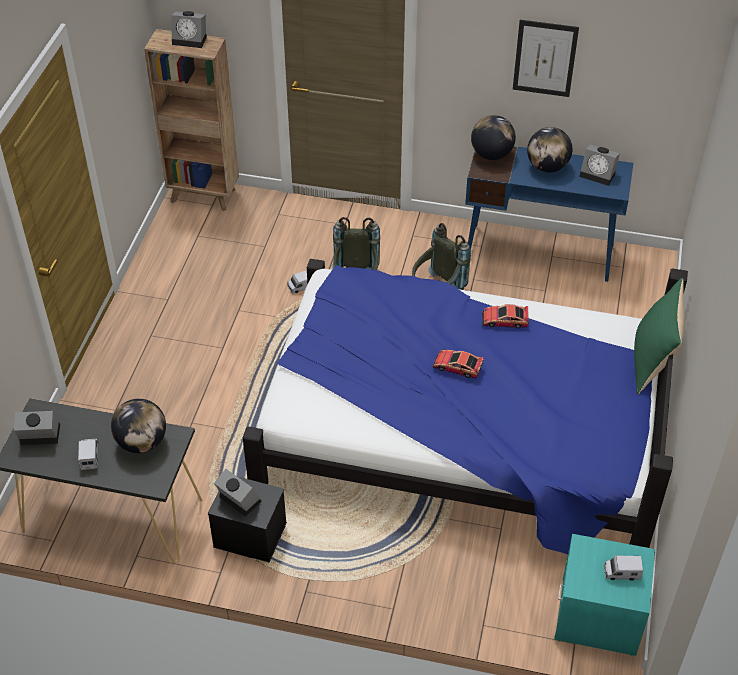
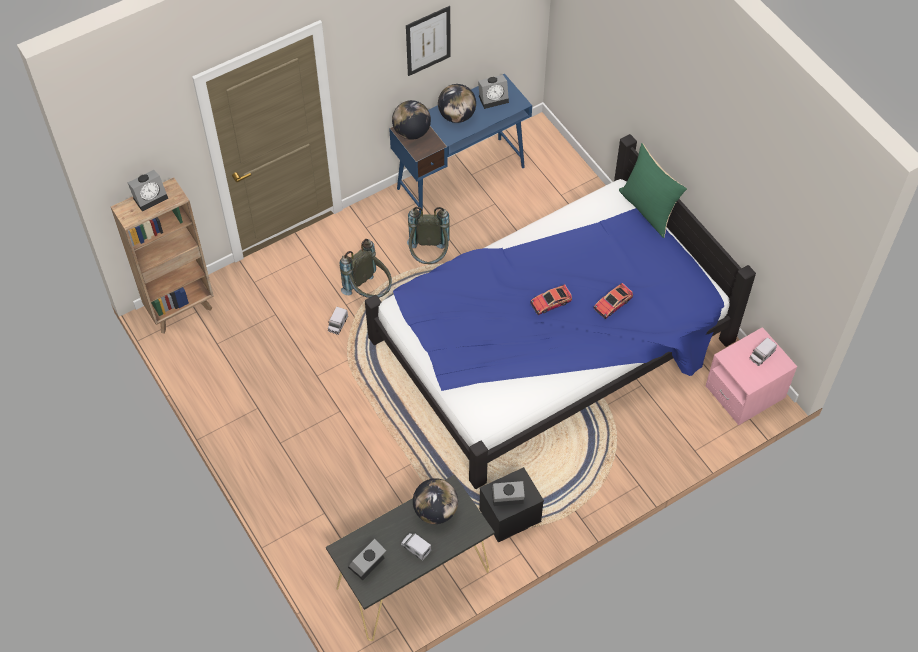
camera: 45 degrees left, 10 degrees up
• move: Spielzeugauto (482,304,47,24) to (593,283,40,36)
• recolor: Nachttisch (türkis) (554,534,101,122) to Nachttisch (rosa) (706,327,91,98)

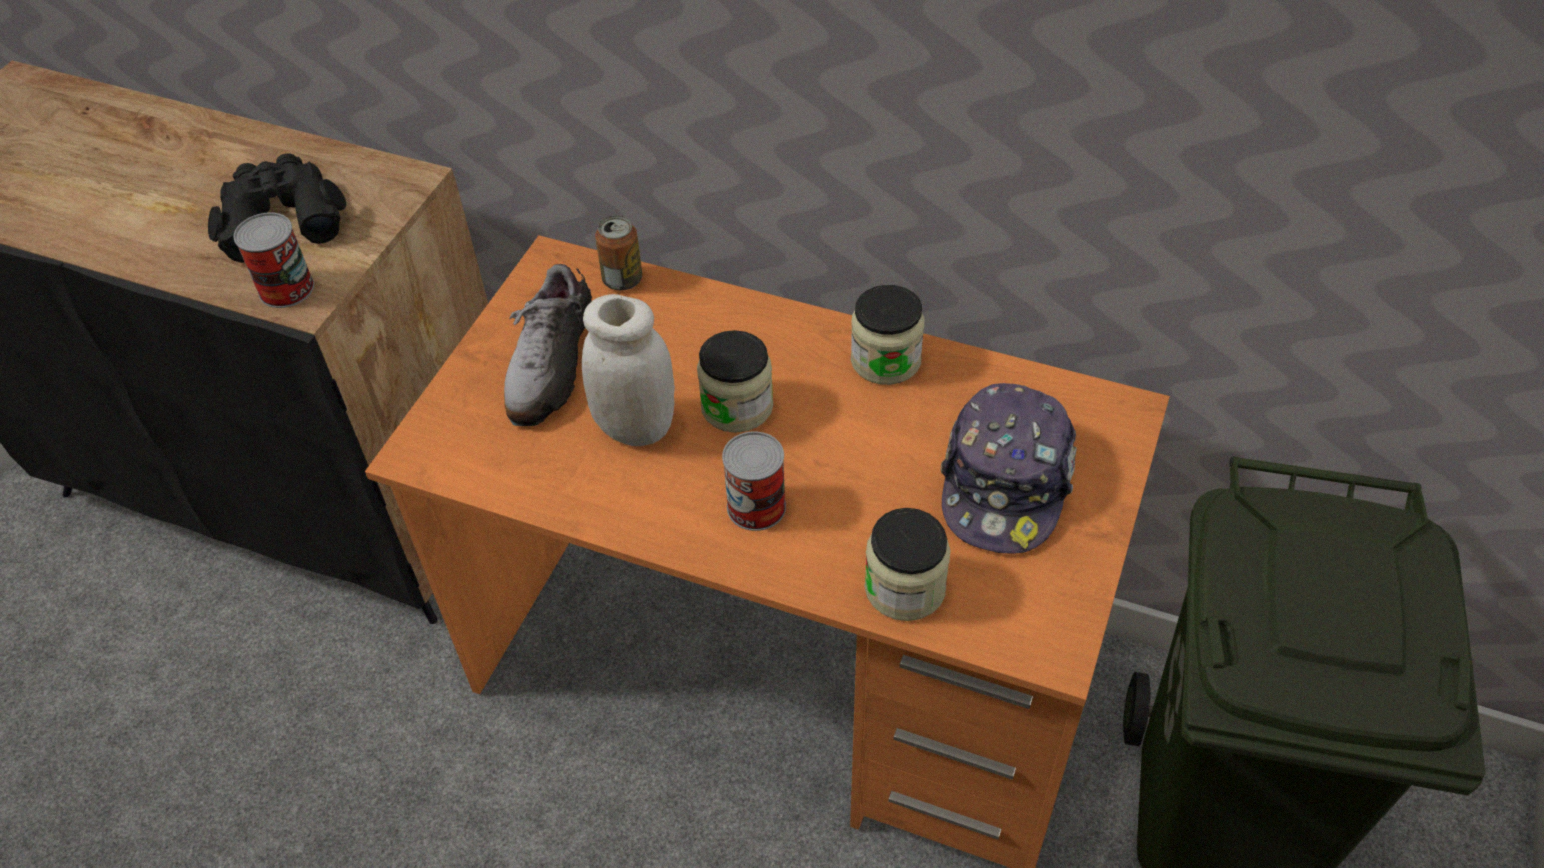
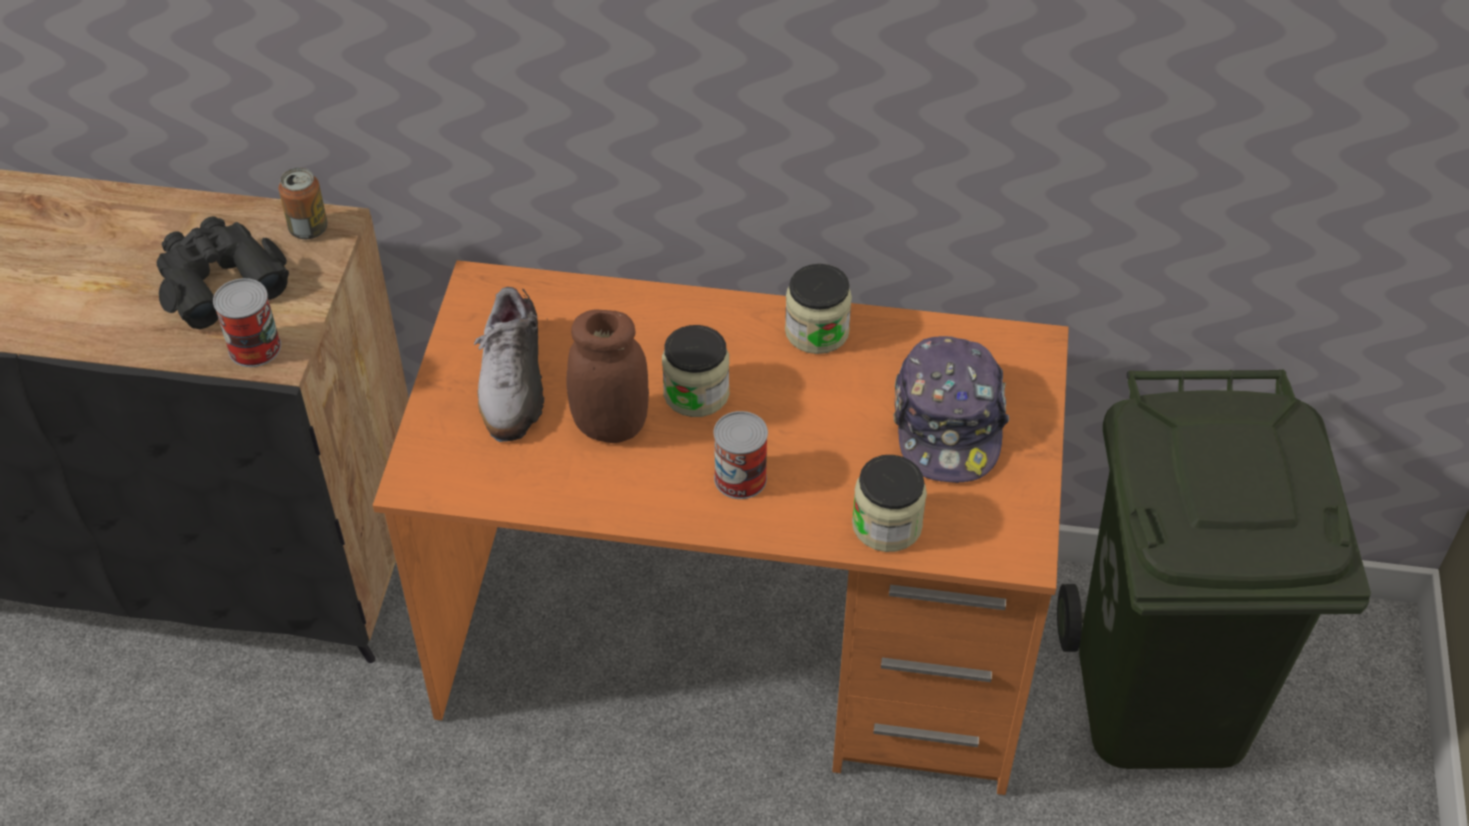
camera: 15 degrees left, 0 degrees up
• move: Dose (595,215,47,75) to (279,168,49,71)
• recolor: Vorratsglas (weiß) (582,294,93,152) to Vorratsglas (braun) (567,309,82,134)

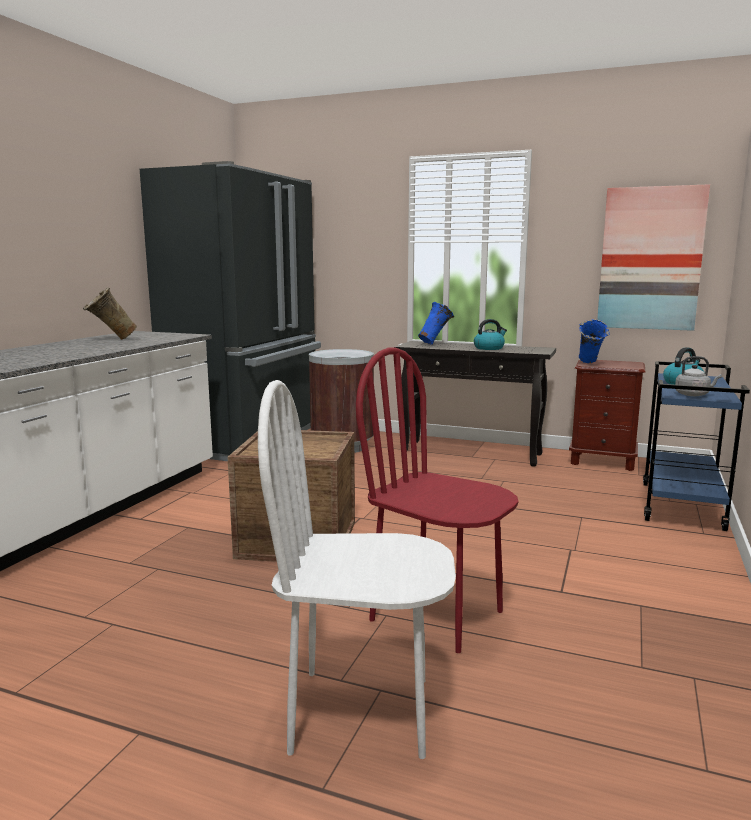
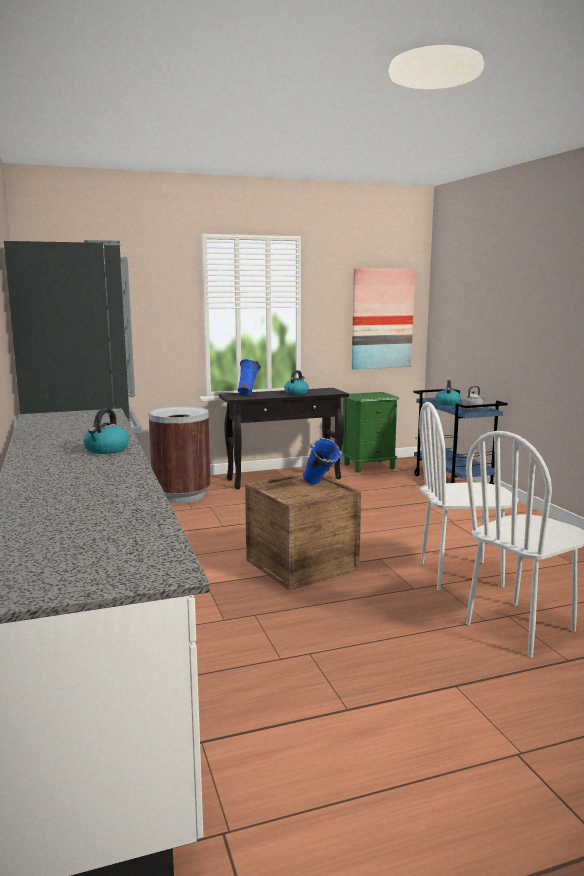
camera: 40 degrees left, 0 degrees up
• insert: Wasserkessel (83,408,46,46)
• move: Vase (blau) (579,319,31,44) to (303,438,40,46)
• recolor: Nachttisch (braun) (569,360,76,111) to Nachttisch (grün) (342,392,57,81)
• recolor: Stuhl (rot) (356,348,163,305) to Stuhl (weiß) (419,402,100,188)
• delete: Vase (beige) (83,288,54,52)

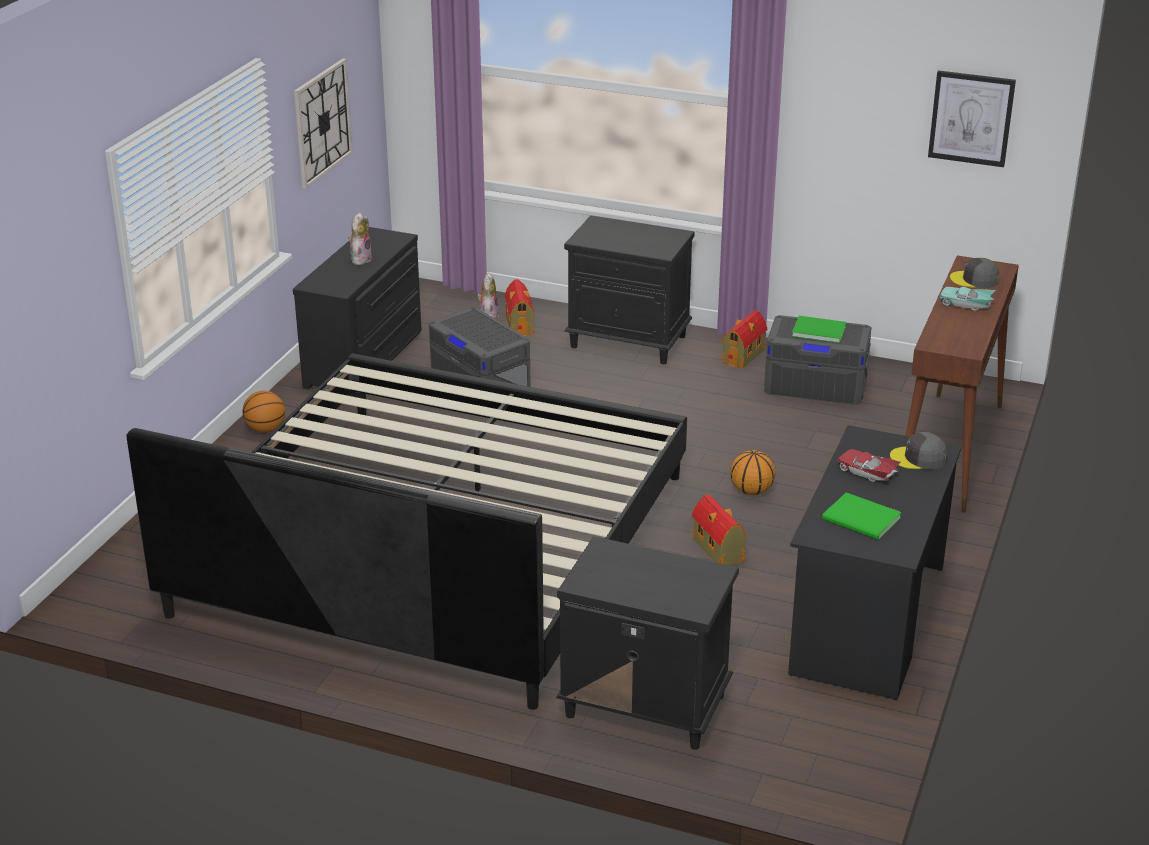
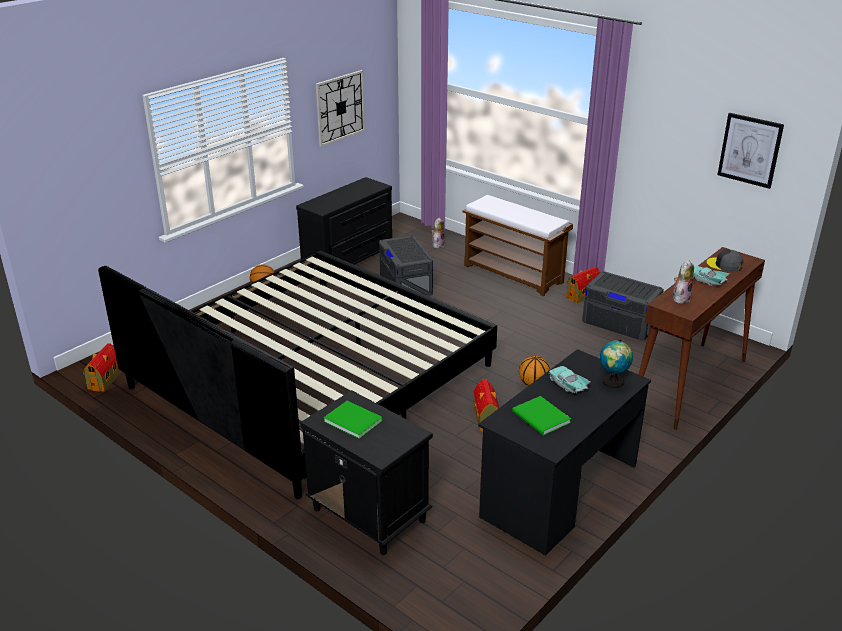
camera: 20 degrees right, 0 degrees up
• move: Spielzeughaus (505,279,30,57) to (83,343,39,49)
• move: Buch (grün) (792,316,54,27) to (323,401,60,38)
• replace: Nachttisch (schwarz) (564,216,130,148) to Bank (braun) (462,195,111,101)
• recolor: Spielzeugauto (rot) (837,449,64,33) to Spielzeugauto (türkis) (549,366,41,27)
• replace: Kappe (grau) (890,432,57,37) to Globus (599,339,34,49)
• move: Plüschtier (348,212,24,53) to (673,260,21,44)

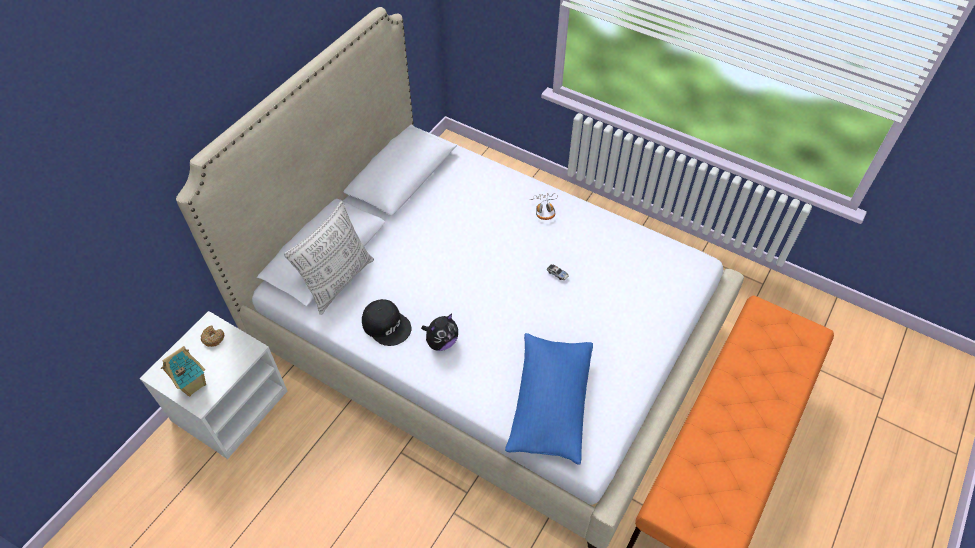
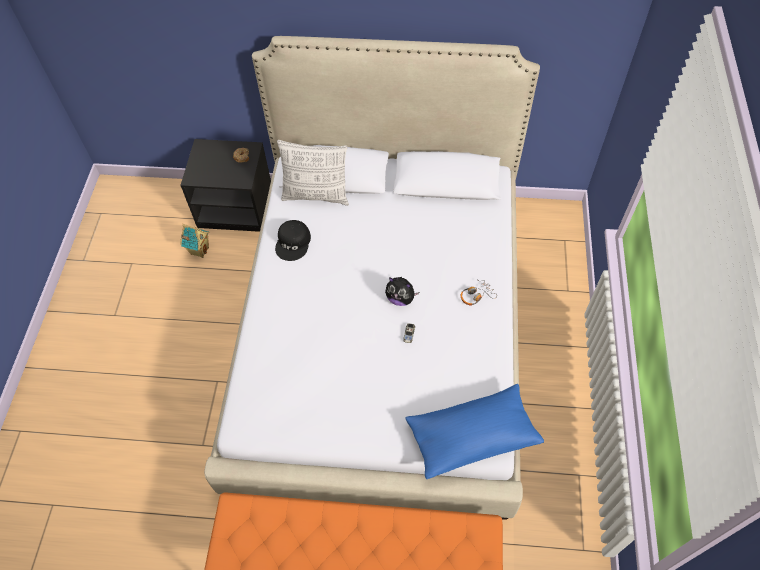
camera: 65 degrees right, 5 degrees up
• recolor: Nachttisch (weiß) (139,311,149,148) to Nachttisch (schwarz) (180,139,91,93)
• move: Spielzeughaus (161,346,45,51) to (180,224,30,34)
• move: Plüschtier (421,314,37,37) to (385,277,34,29)
• move: Kissen (blau) (505,333,88,132) to (406,384,138,95)

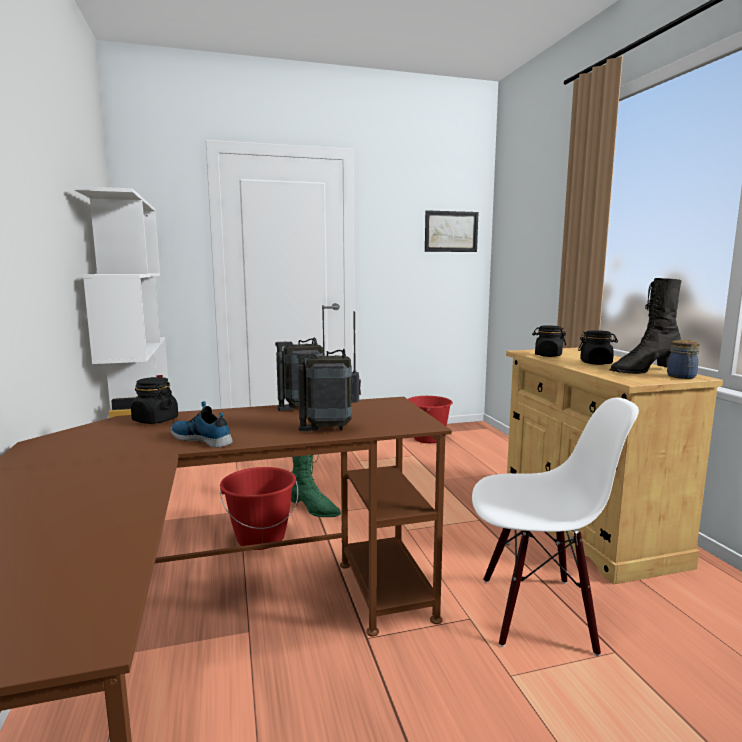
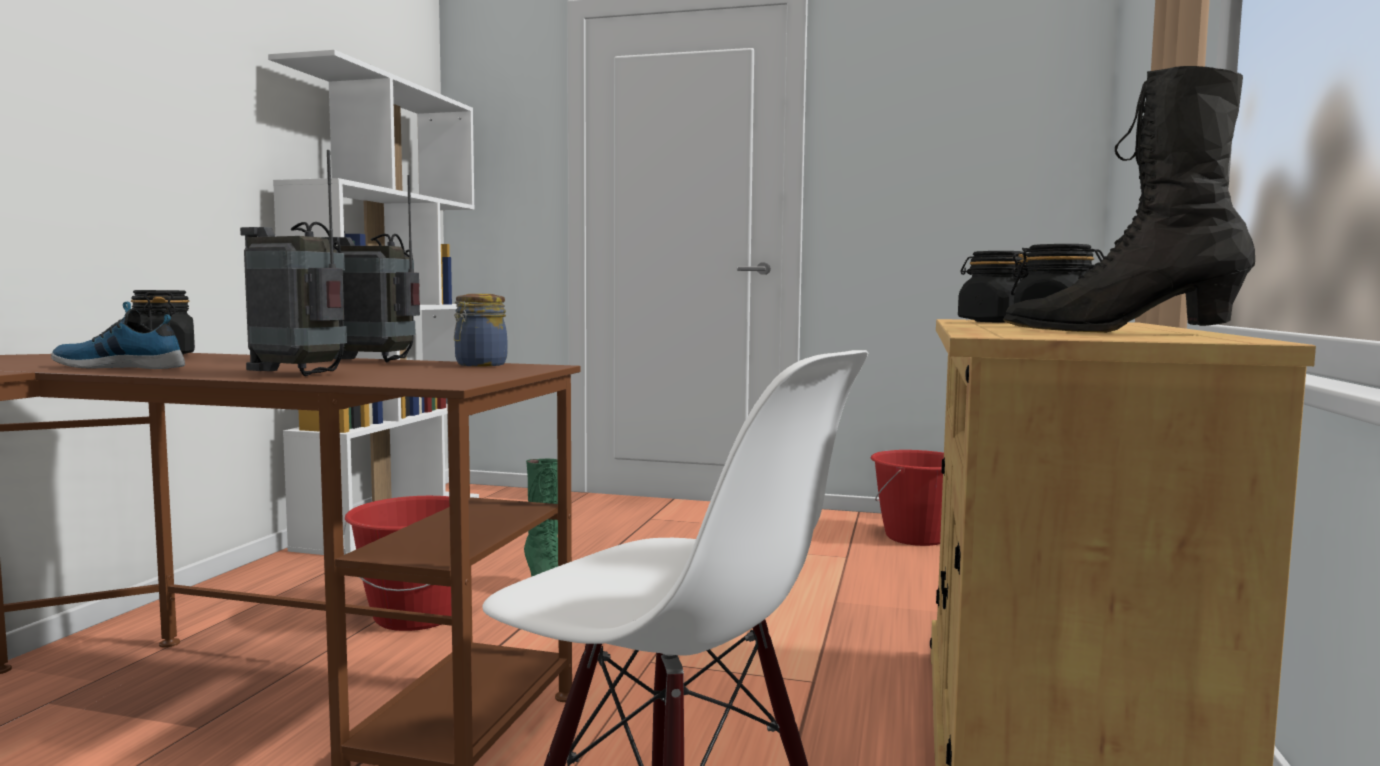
camera: 30 degrees right, 5 degrees down
• rotate: Schuh (170,401,63,47) = (51,302,134,67) 60 degrees counterclockwise
• move: Vorratsglas (667,340,33,39) to (454,294,53,72)
• delete: Bild (425,210,53,42)

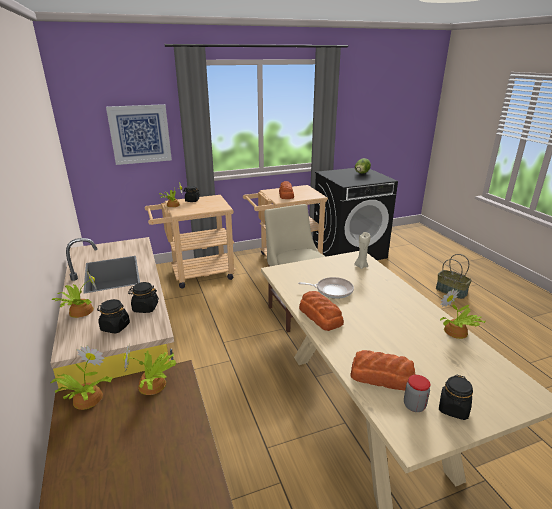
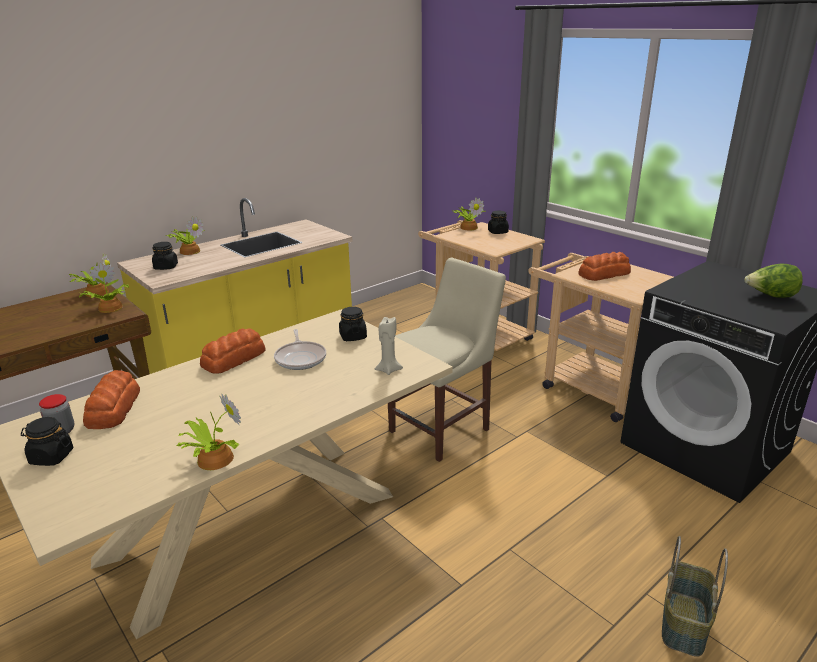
camera: 70 degrees right, 0 degrees up
• move: Vorratsglas (schwarz) (128,282,31,31) to (339,307,28,34)
• delete: Bild (106,104,66,61)

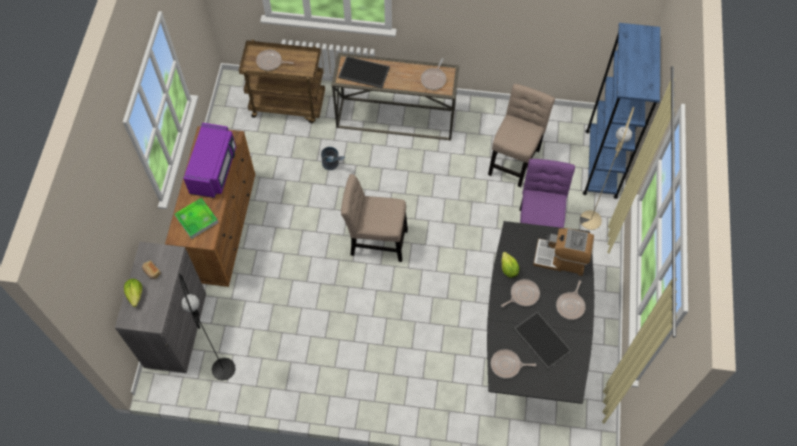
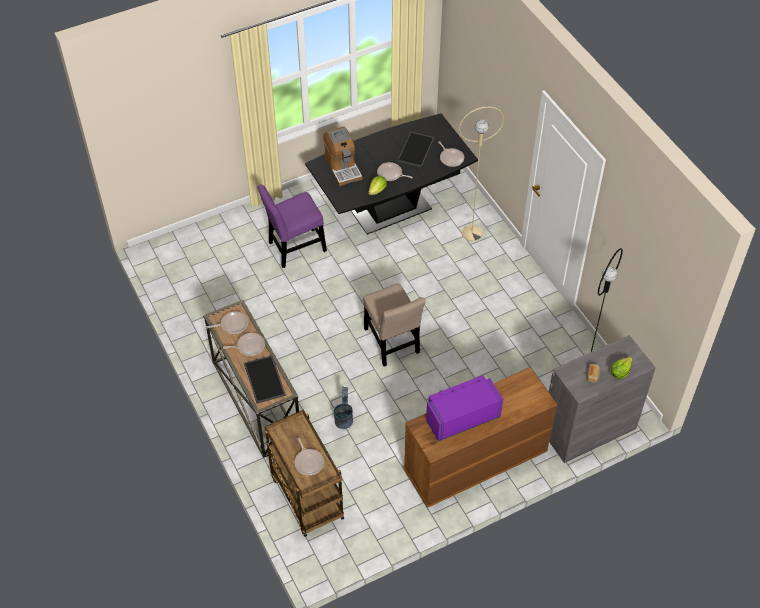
camera: 125 degrees left, 10 degrees down
• move: Pfanne (556,280,30,40) to (223,333,42,23)
• move: Stehlampe (beige) (580,107,54,123) to (459,107,45,134)
• delete: Tablett (174,198,45,41)
• delete: Stuhl (beige) (488,84,67,103)
• delete: Bücherregal (blau) (583,23,77,176)

